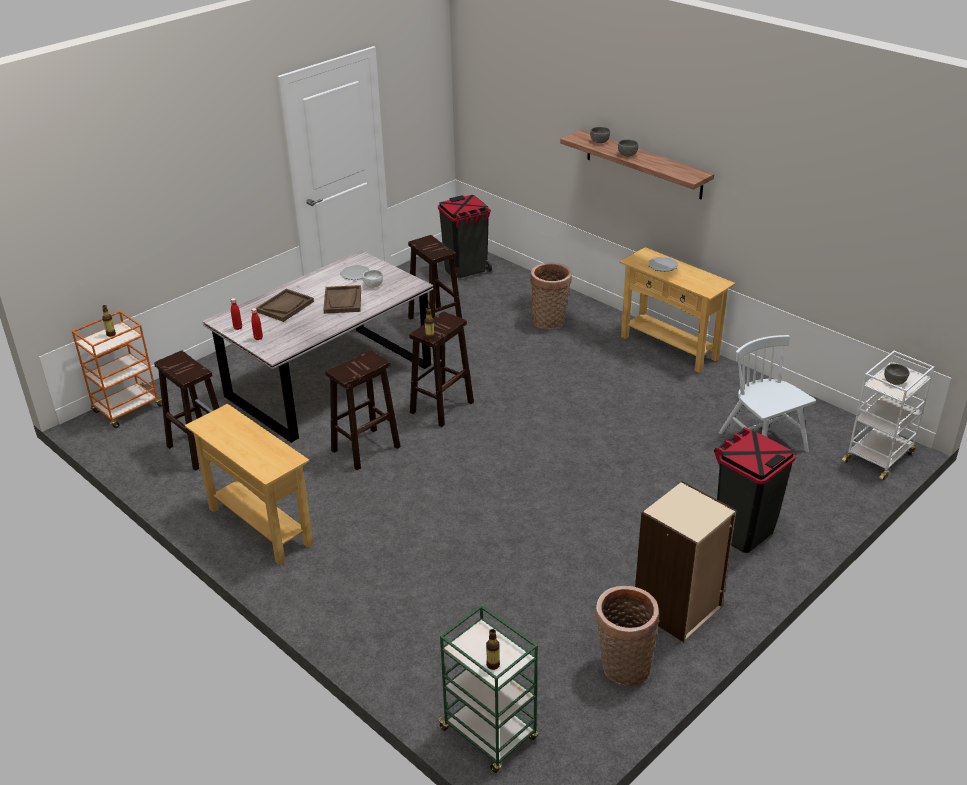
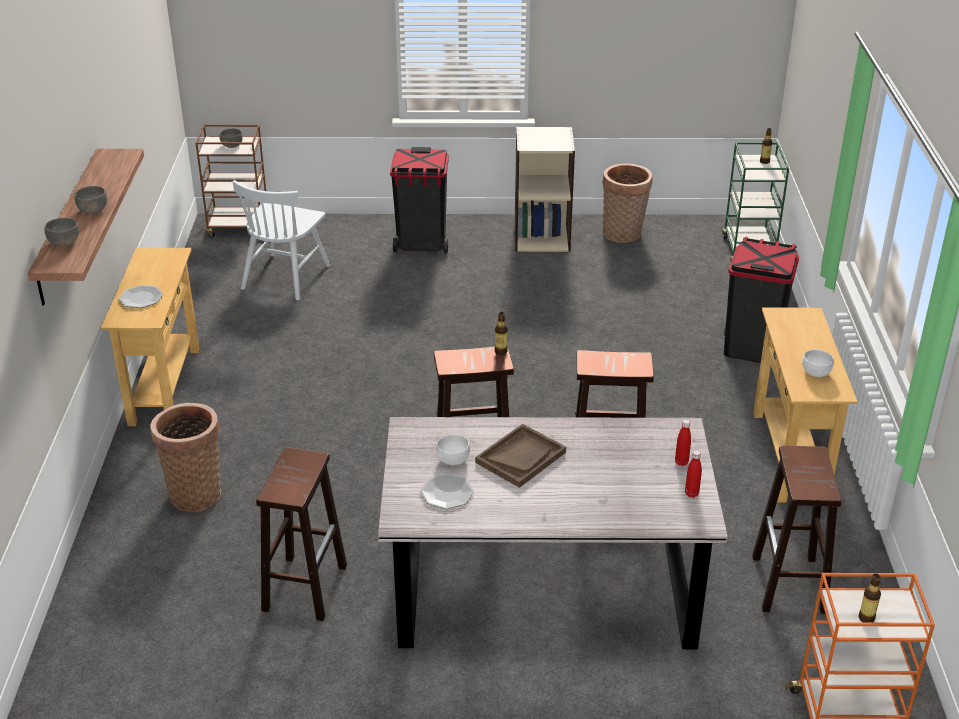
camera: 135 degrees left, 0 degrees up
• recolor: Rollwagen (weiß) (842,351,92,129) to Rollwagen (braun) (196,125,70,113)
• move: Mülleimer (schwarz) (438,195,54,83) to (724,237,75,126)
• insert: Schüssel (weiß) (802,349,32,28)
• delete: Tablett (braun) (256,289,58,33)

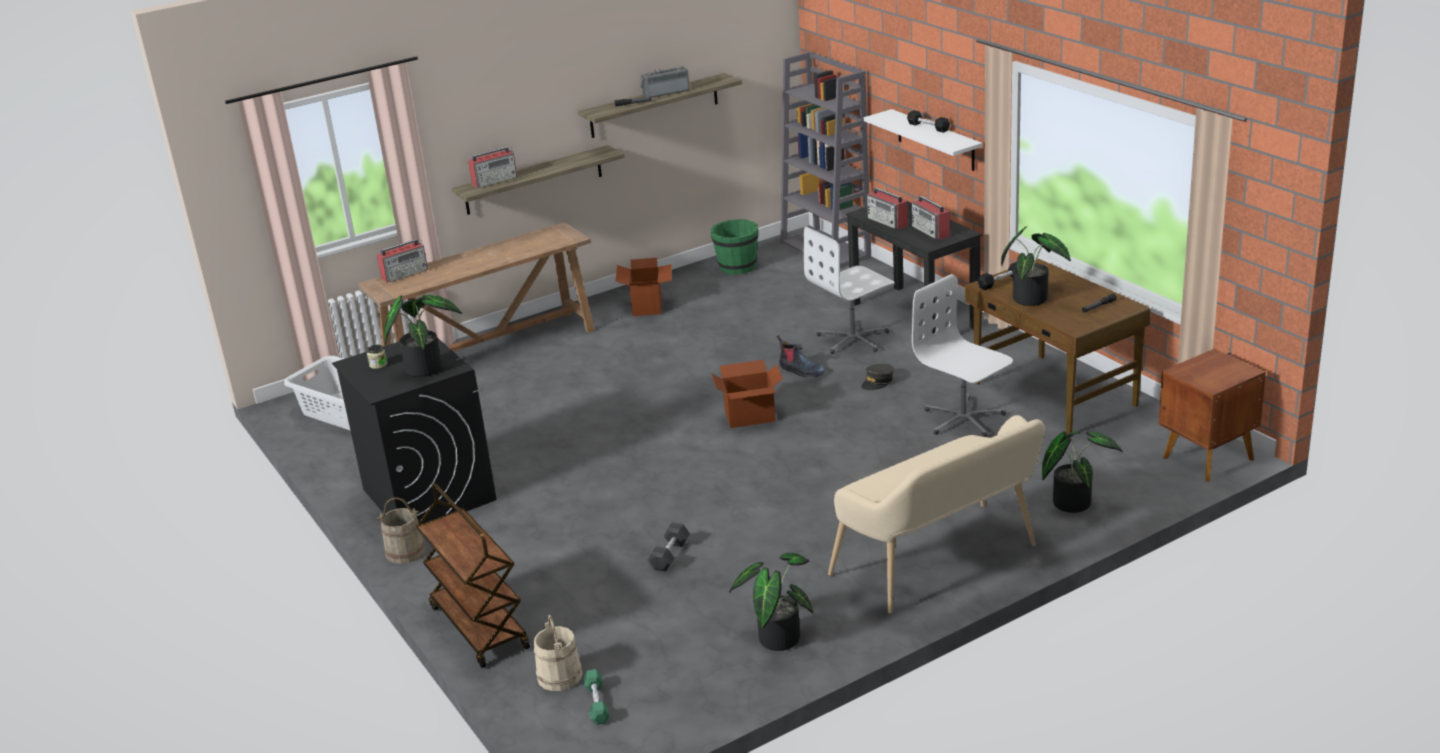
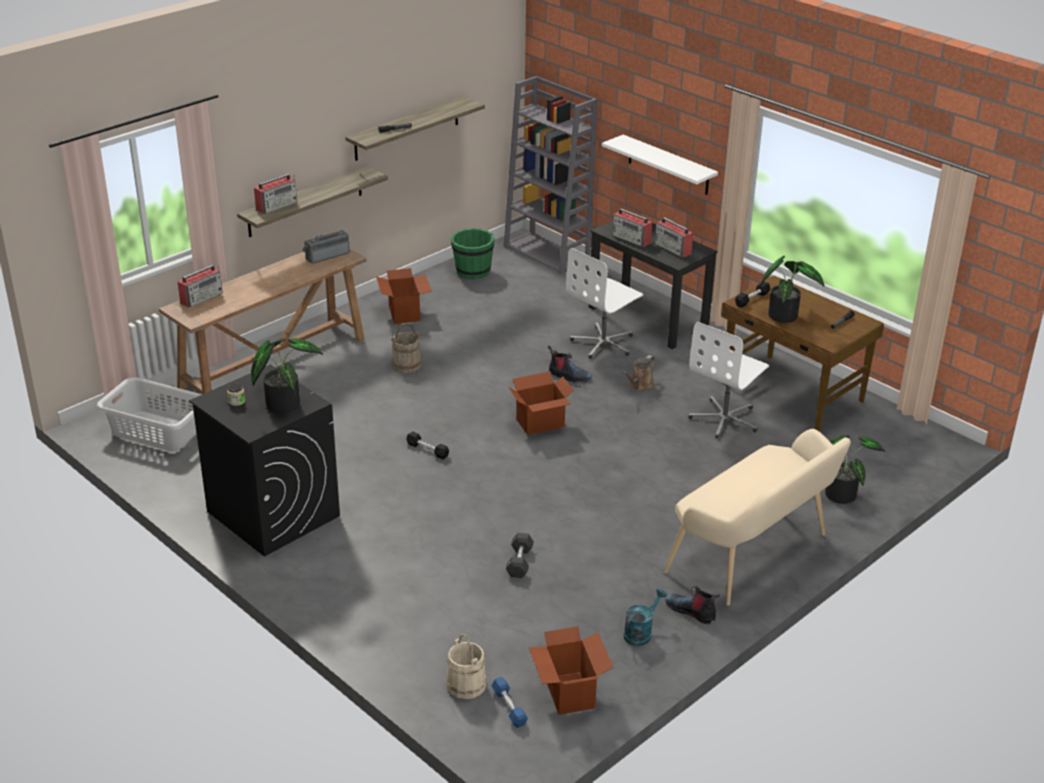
camera: 15 degrees left, 5 degrees up
• move: Radio (640,66,50,32) to (302,230,48,34)
• move: Eimer (beige) (377,497,48,67) to (391,323,30,50)
• move: Hantel (schwarz) (907,110,43,23) to (406,431,43,29)
• recolor: Hantel (grün) (583,669,27,56) to Hantel (blau) (491,677,37,51)
• insert: Karton (529,627,85,88)
• replace: Kappe (grau) (861,364,33,26) to Gießkanne (braun) (623,355,32,36)
• replace: Topfpflanze (729,553,84,98) to Gießkanne (türkis) (623,588,44,58)
• insert: Stiefel (665,586,55,38)
• rotate: Bürostuhl (weiß) (912,274,101,163) = (688,322,81,116) 90 degrees counterclockwise
• delete: Rollwagen (braun) (416,483,114,185)
• delete: Nachttisch (braun) (1158,349,108,133)

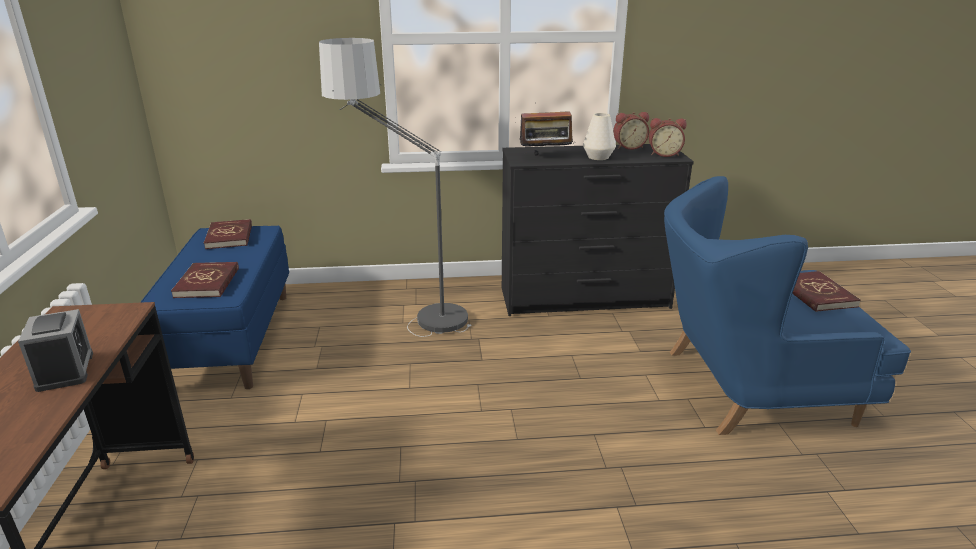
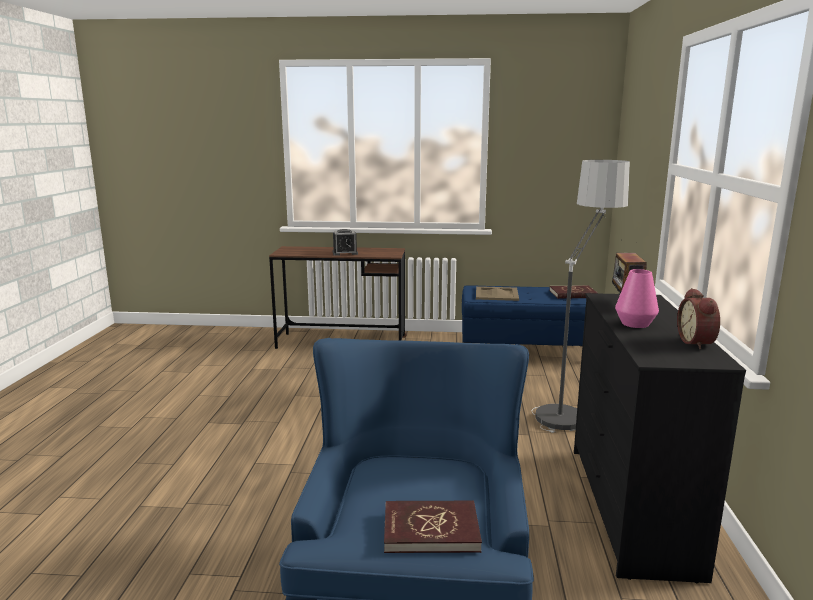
camera: 100 degrees right, 10 degrees down
• replace: Buch (rot) (171,262,68,36) to Tablett (beige) (476,286,43,15)
• recolor: Vase (weiß) (583,113,33,47) to Vase (rosa) (615,269,44,59)
• delete: Wecker (649,118,38,39)

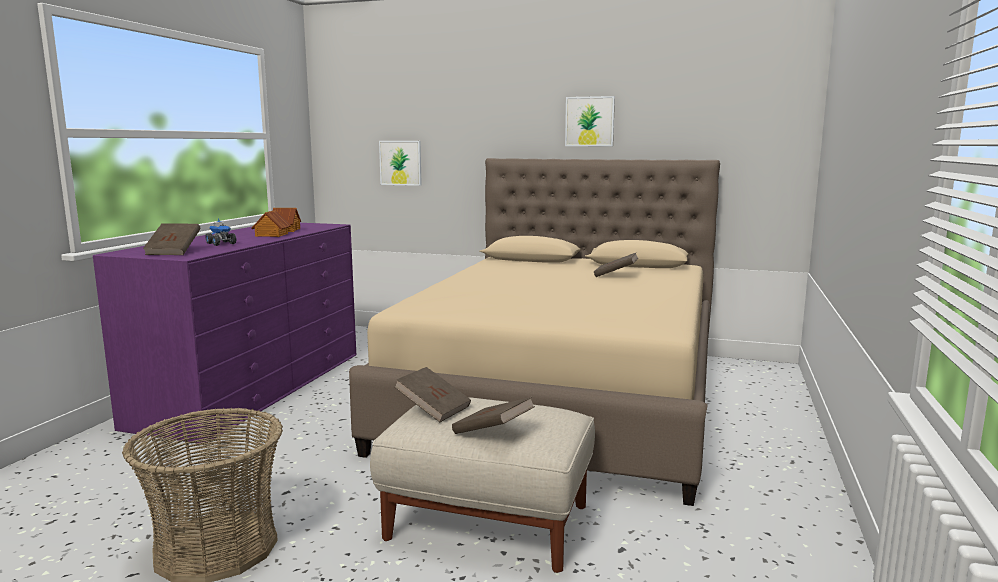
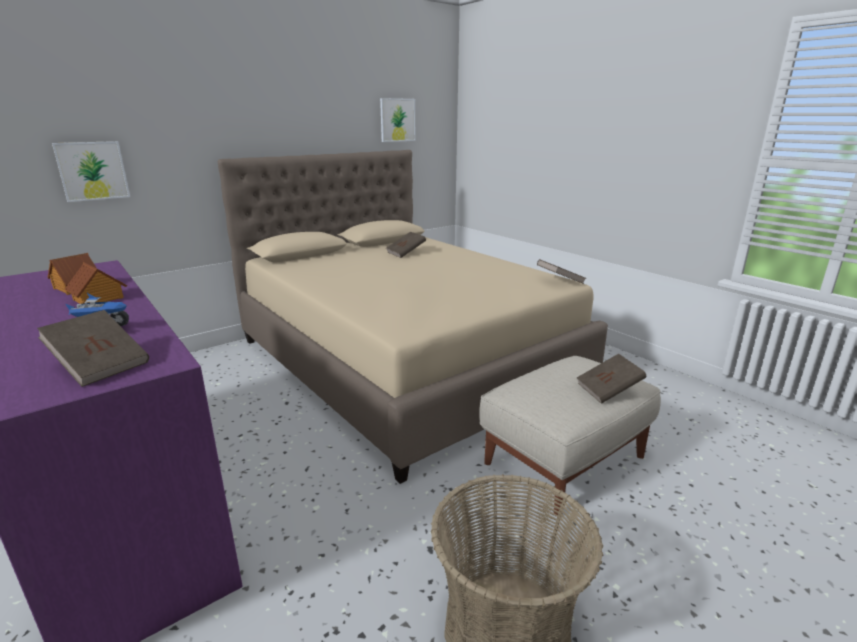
camera: 55 degrees left, 10 degrees up
• move: Bild (565,96,50,50) to (380,98,36,44)
• move: Buch (braun) (394,367,77,55) to (537,259,49,25)

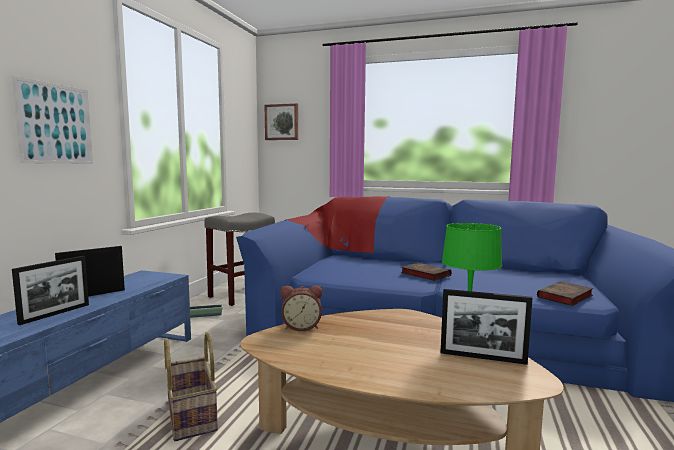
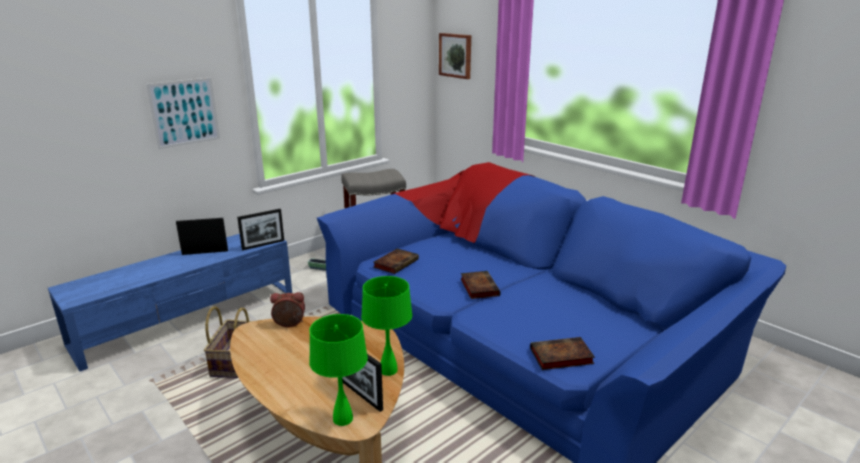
camera: 30 degrees right, 15 degrees up
• move: Bilderrahmen (12,256,77,69) to (237,209,47,41)
• rotate: Wecker (280,285,43,46) = (270,292,35,35) 150 degrees clockwise
• insert: Tischlampe (grün) (309,314,59,112)
• insert: Buch (373,248,46,26)

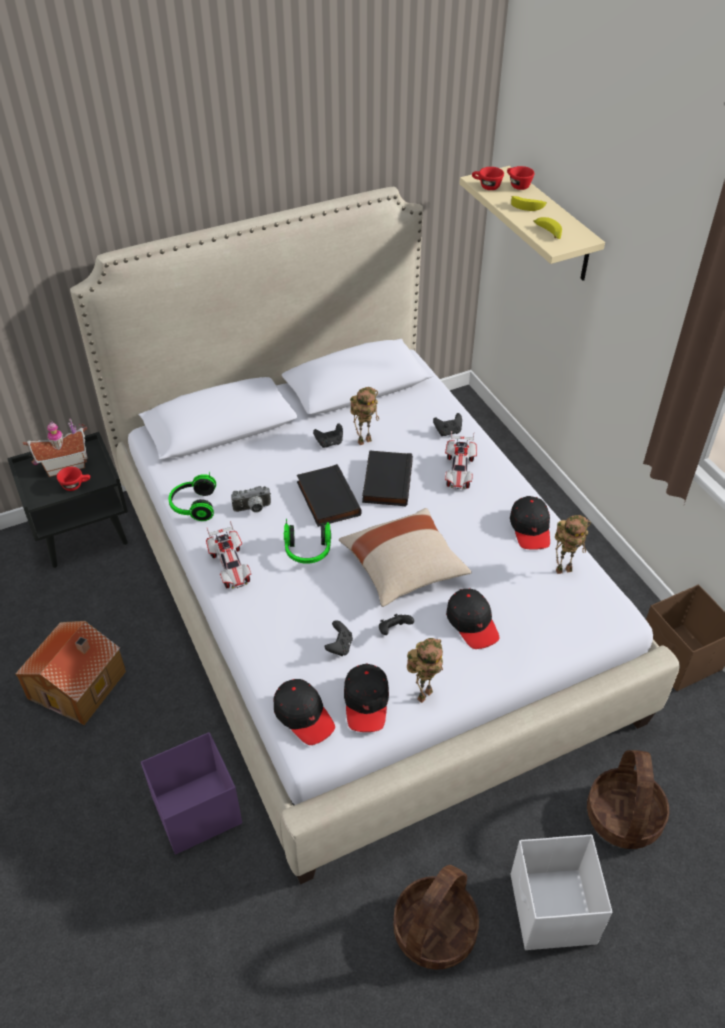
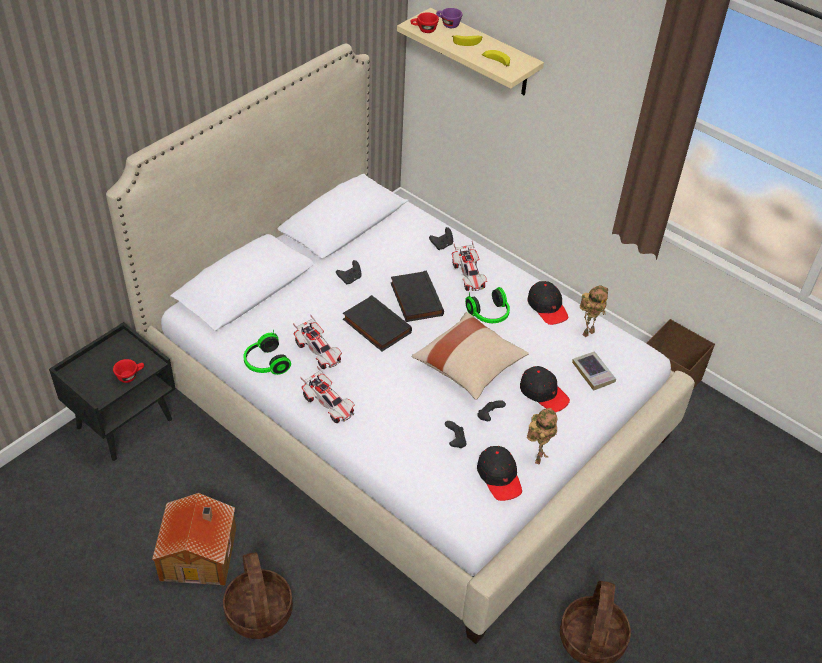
camera: 25 degrees left, 0 degrees up
• move: Korb (587,750,82,99) to (223,552,70,87)
• replace: Kamera (231,486,40,27) to Spielzeugauto (293,314,49,55)
• recolor: Tasse (rot) (507,166,28,24) to Tasse (lila) (436,8,26,20)
• move: Kopfhörer (284,519,47,45) to (465,287,45,36)
• insert: Buch (572,351,44,40)
• delete: Spielzeughaus (23,418,65,59)
• delete: Aufbewahrungsbox (lila) (141,732,101,123)
• delete: Kappe (schwarz) (274,679,61,66)
• delete: Spielzeugroboter (350,387,29,58)
• delete: Aufbewahrungsbox (weiß) (511,834,101,116)

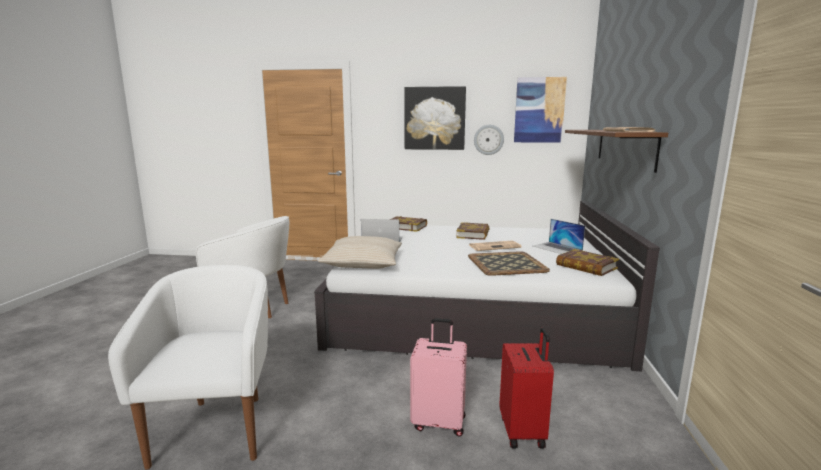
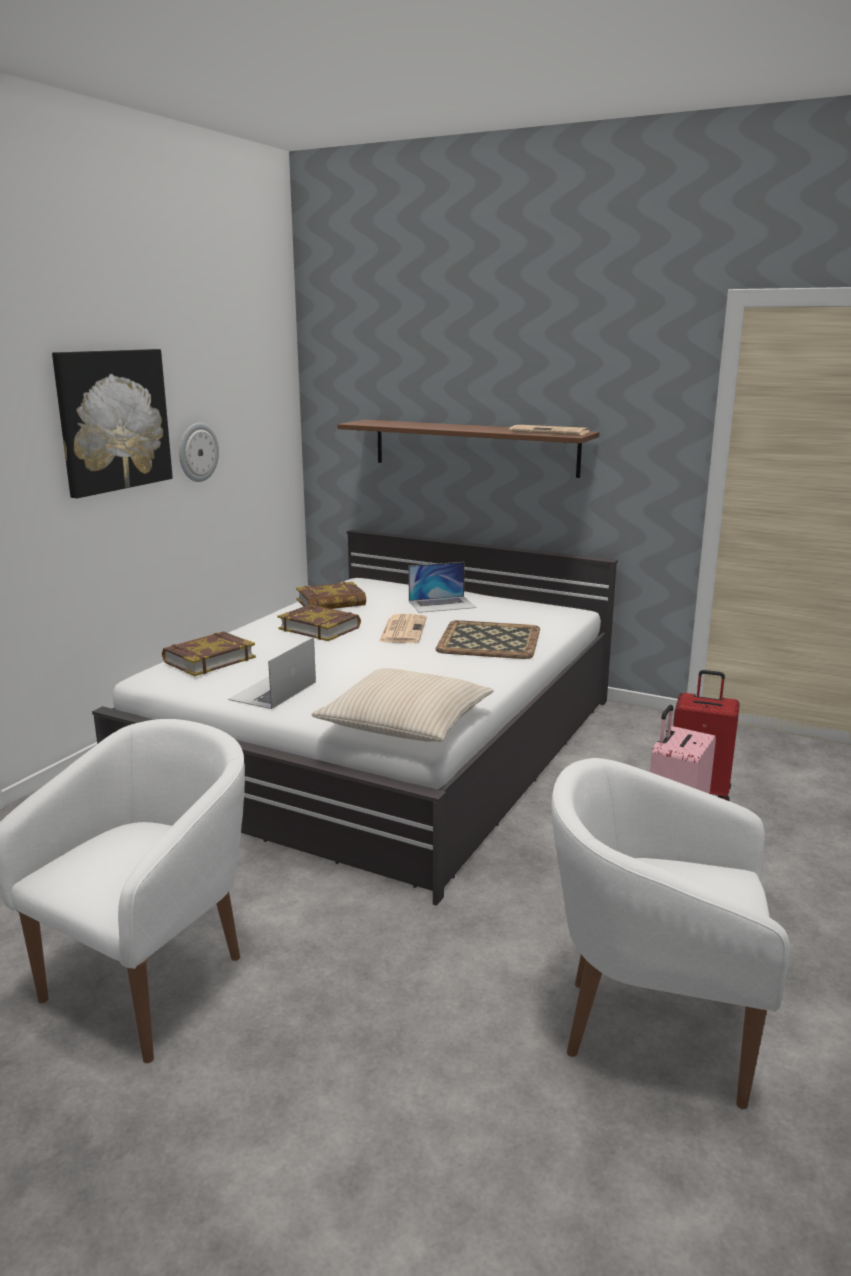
camera: 70 degrees left, 5 degrees up
• move: Buch (556,249,63,27) to (296,582,70,27)
• delete: Bild (514,77,53,66)

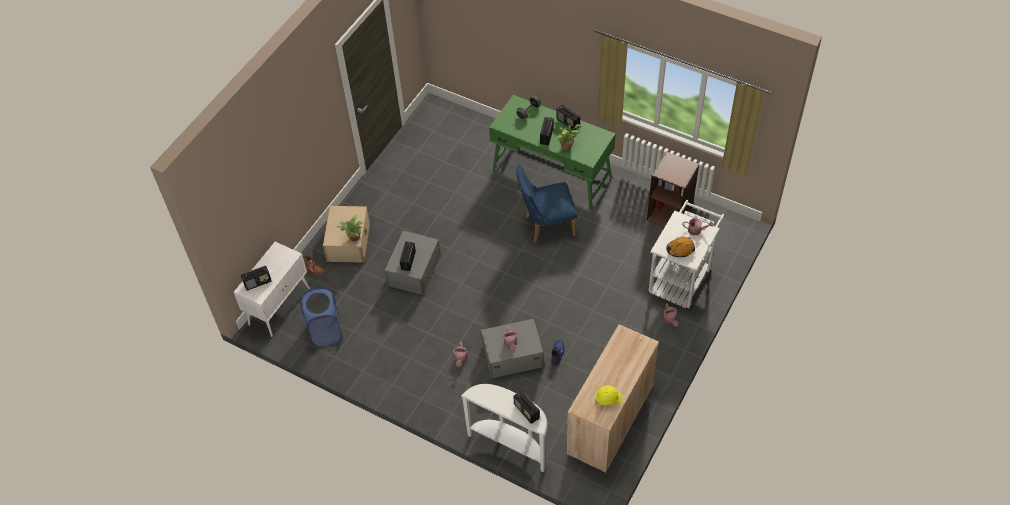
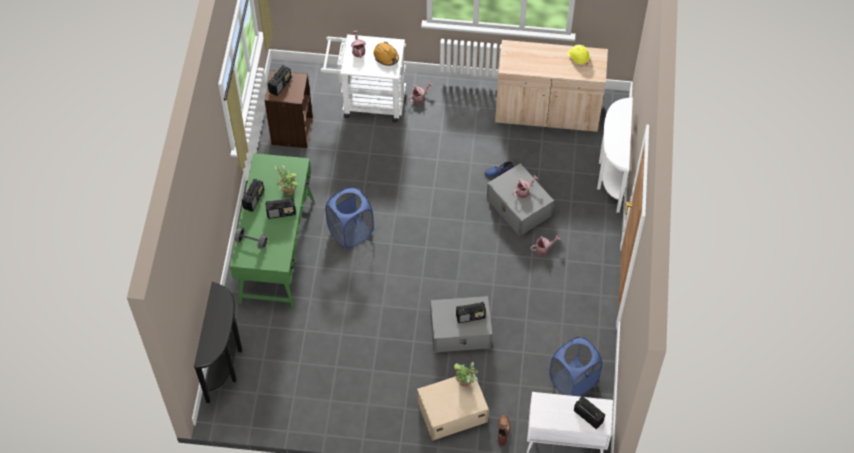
camera: 115 degrees left, 5 degrees up
• insert: Konsolentisch (schwarz) (194,282,48,121)
• move: Radio (514,391,26,33) to (268,65,23,31)
• replace: Stuhl (blau) (516,164,61,78) to Wäschekorb (blau) (325,187,49,61)

